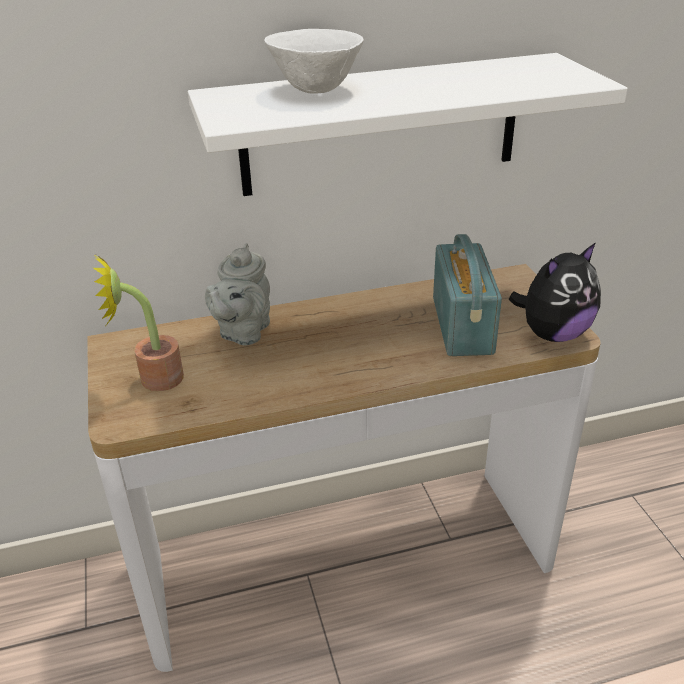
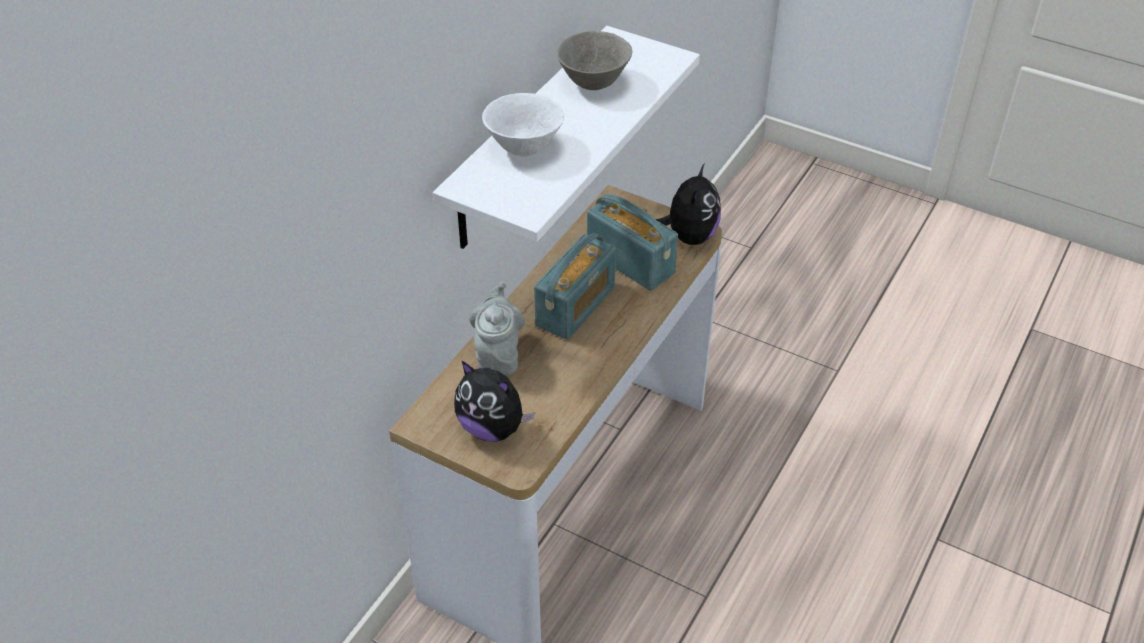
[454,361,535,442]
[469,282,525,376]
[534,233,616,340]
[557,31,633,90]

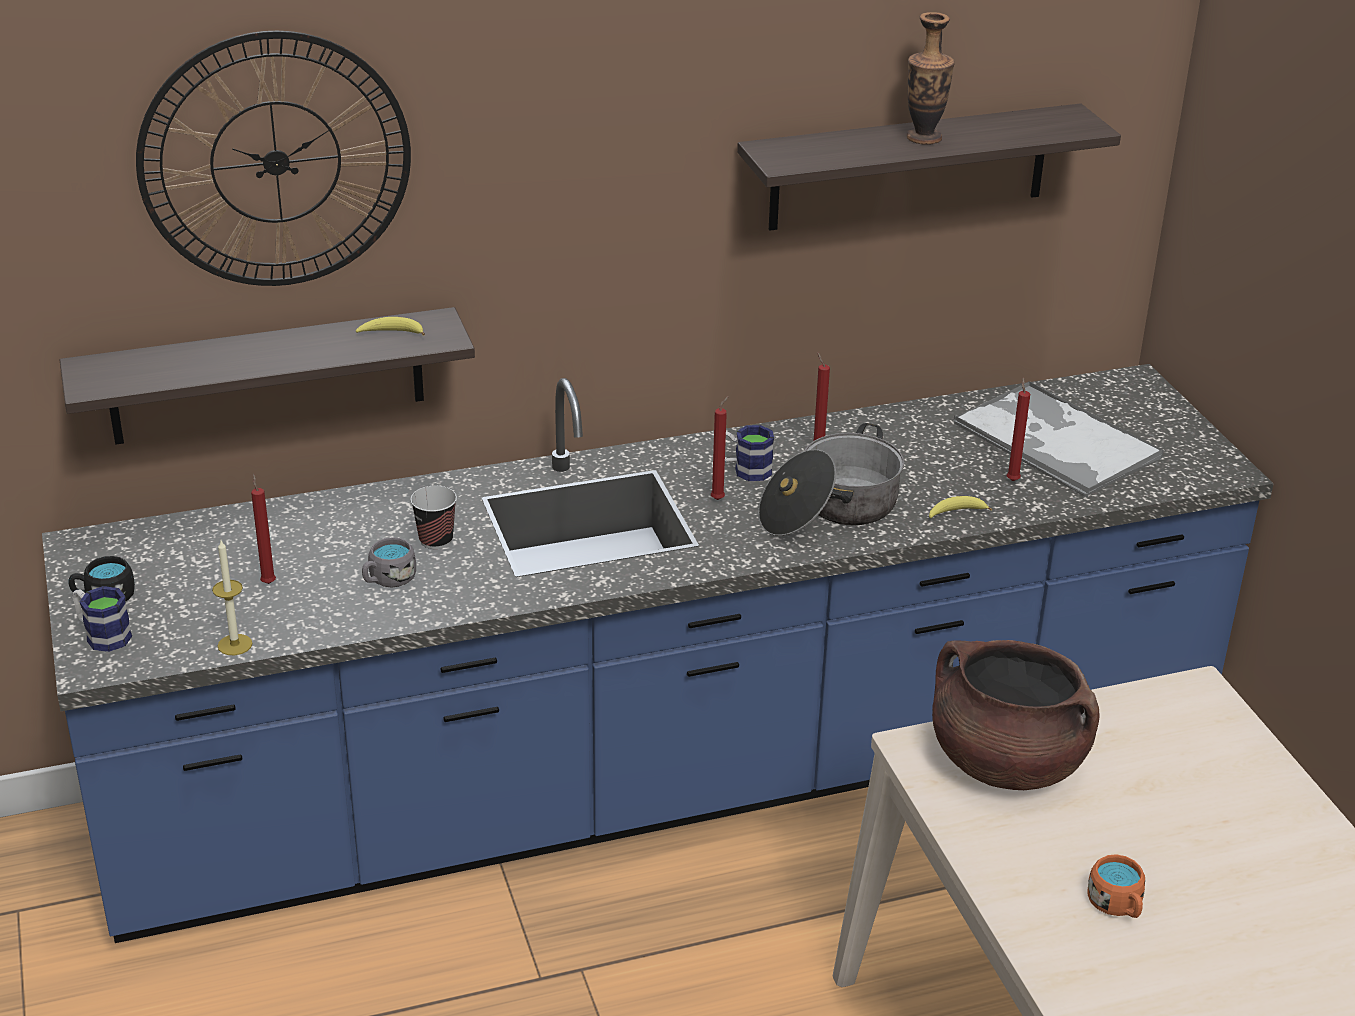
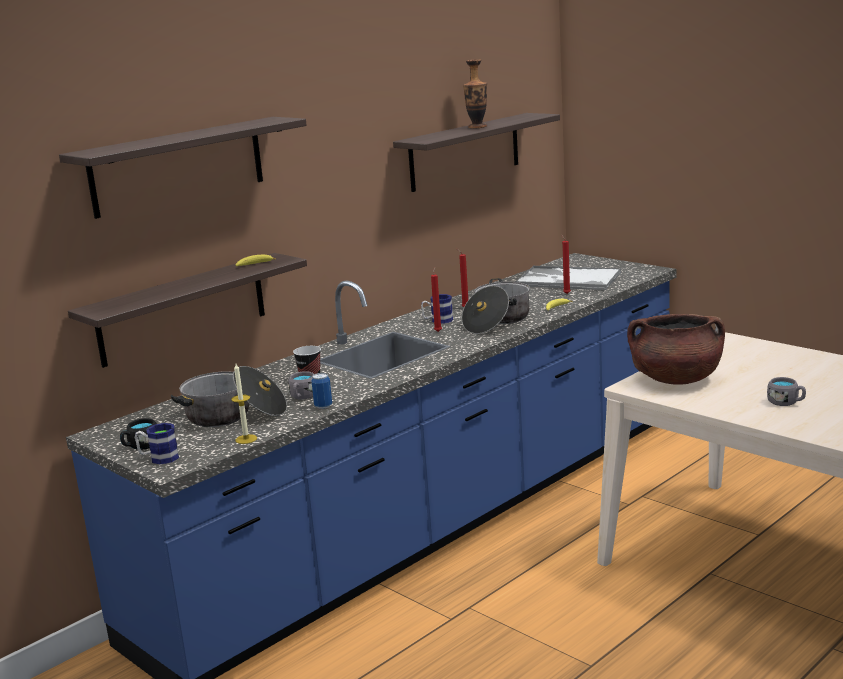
[59,117,307,219]
[171,366,287,427]
[311,373,332,409]
[767,377,806,406]

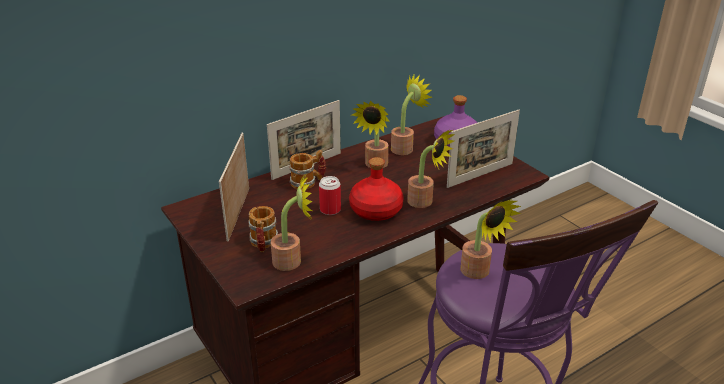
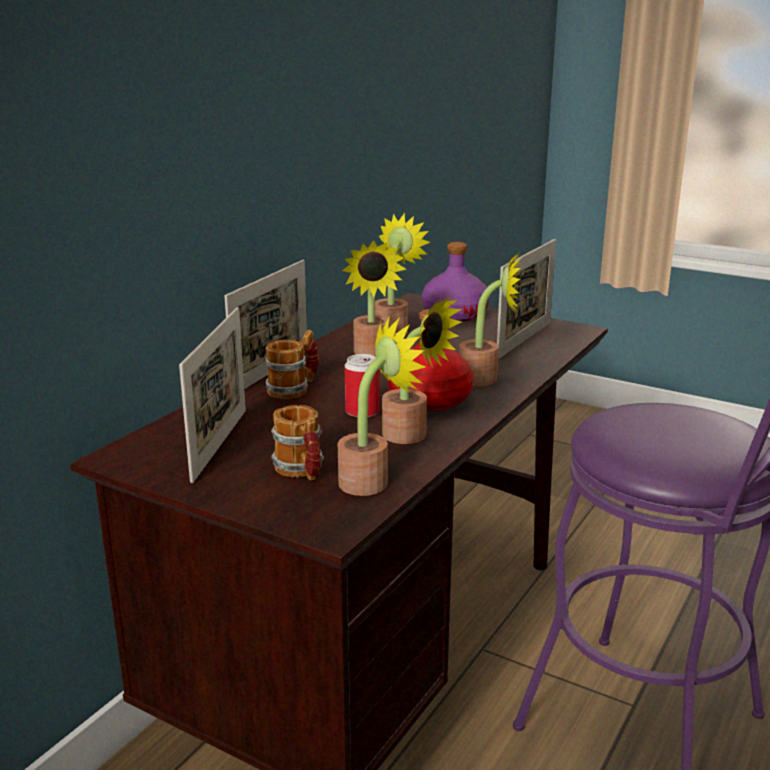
[179,307,246,483]
[382,296,462,444]

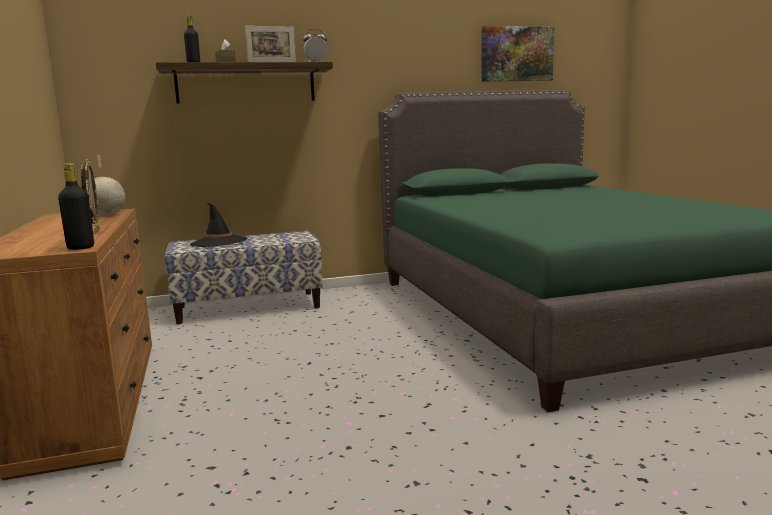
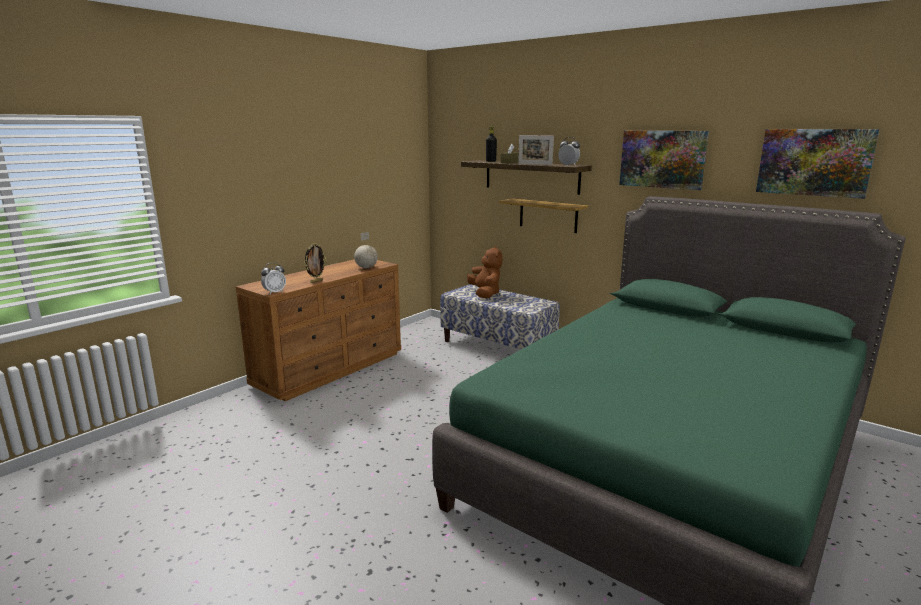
[261,262,286,294]
[467,246,502,298]
[499,199,588,233]
[619,131,709,190]

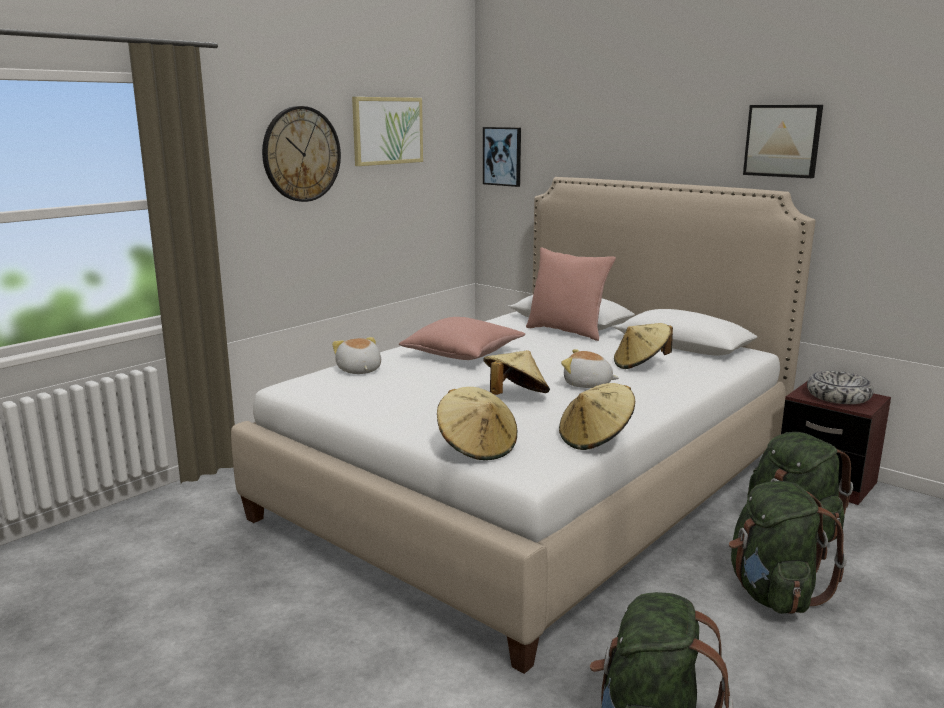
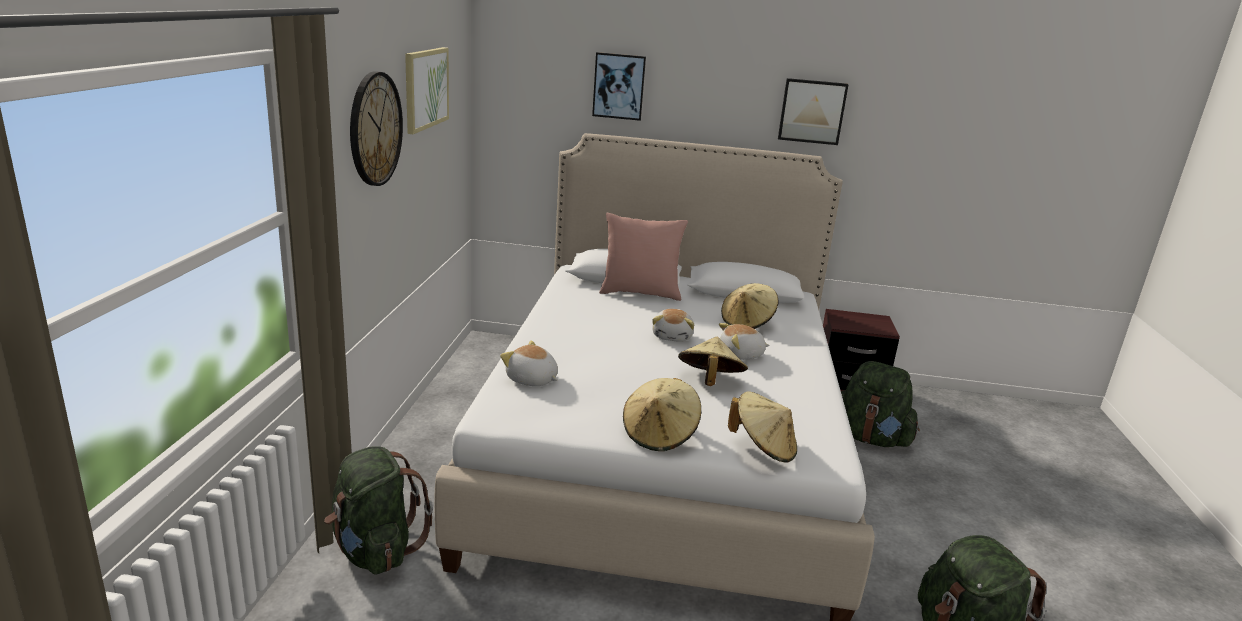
[324,446,433,575]
[592,52,646,121]
[623,378,701,451]
[652,309,694,342]
[399,317,525,360] (first image)
[807,371,874,404] (first image)

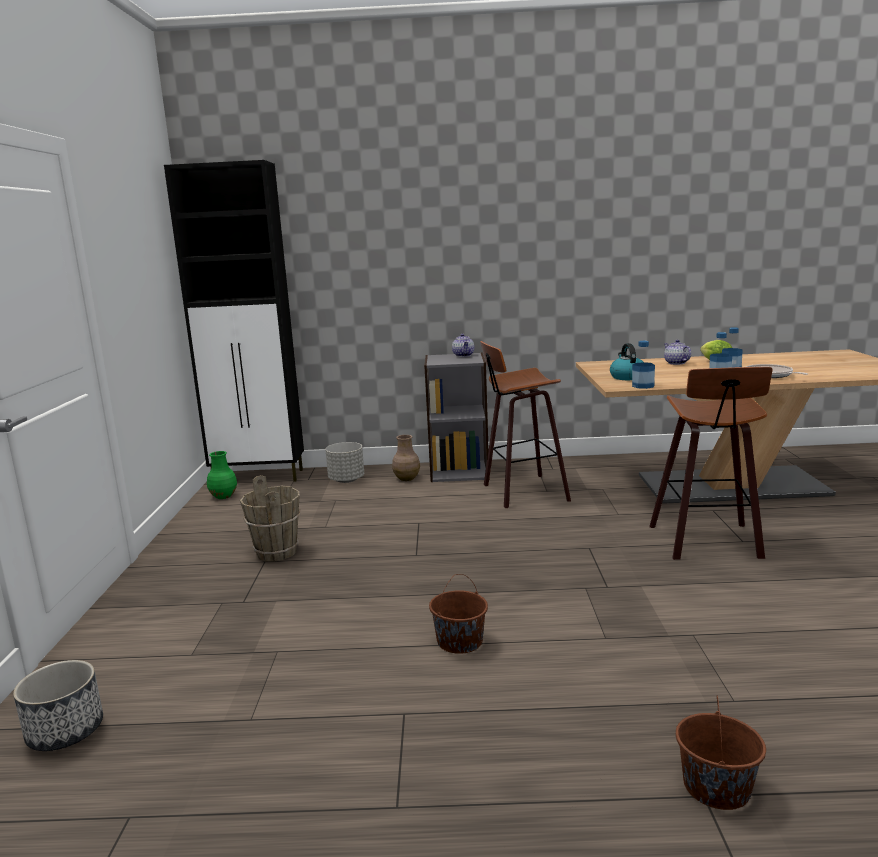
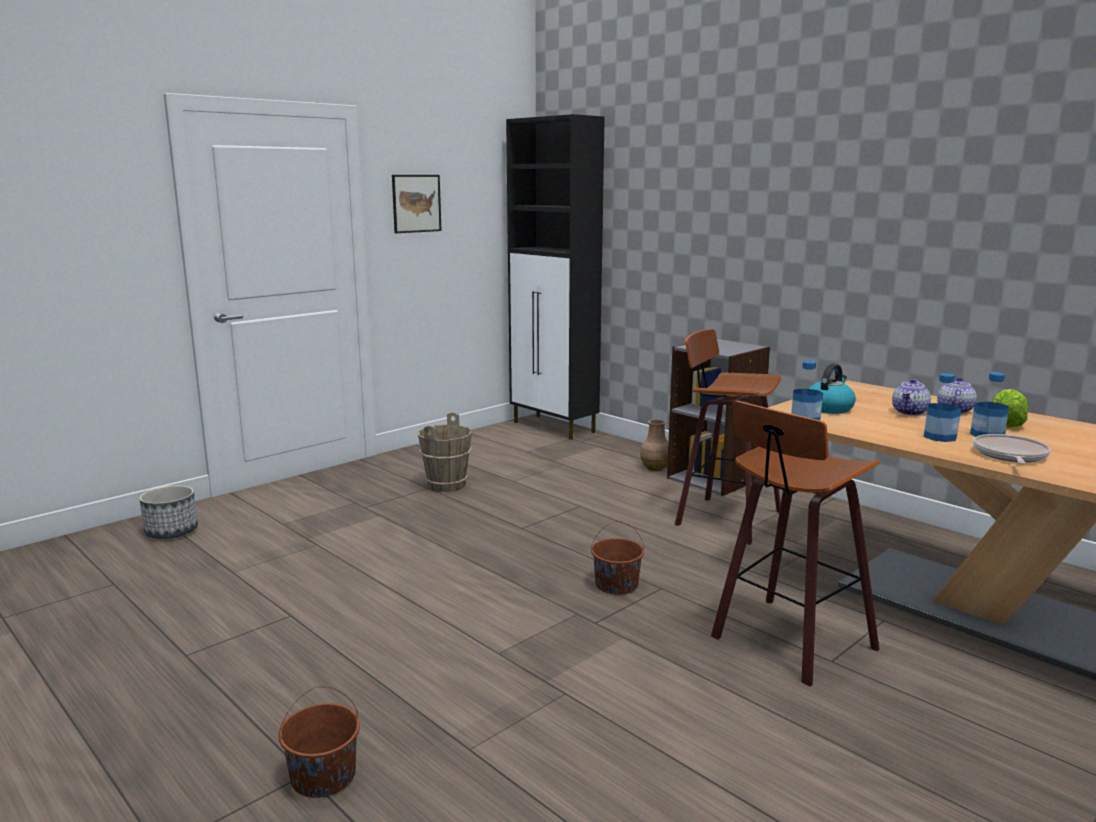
[392,175,442,233]
[591,521,644,595]
[892,378,931,416]
[207,451,237,499] (first image)
[325,442,364,483] (first image)

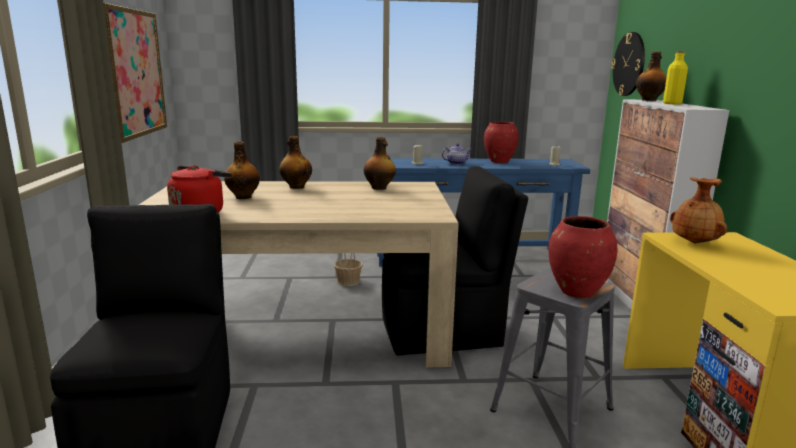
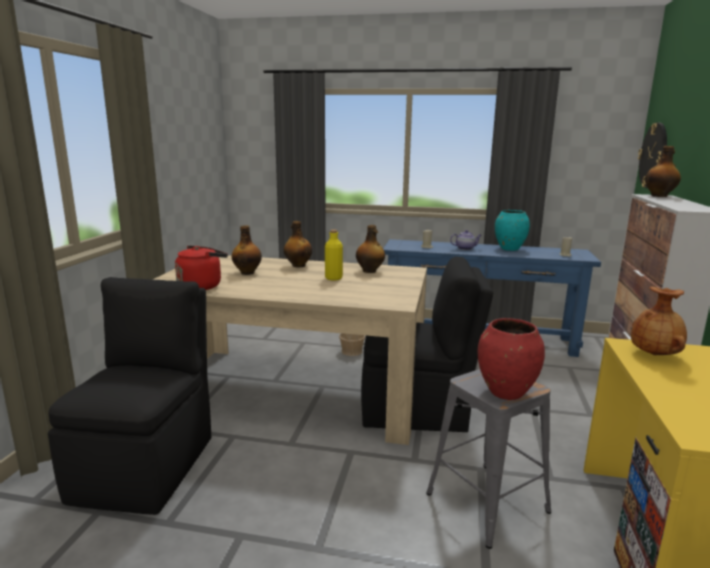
[325,230,343,281]
[495,210,530,251]
[104,3,167,143] (first image)

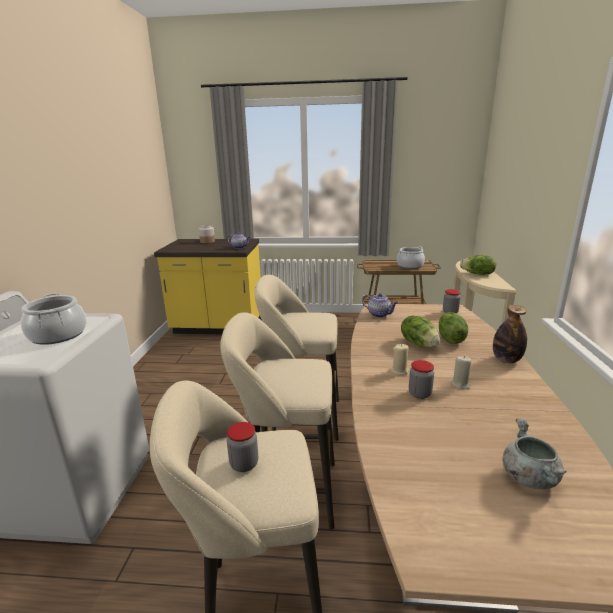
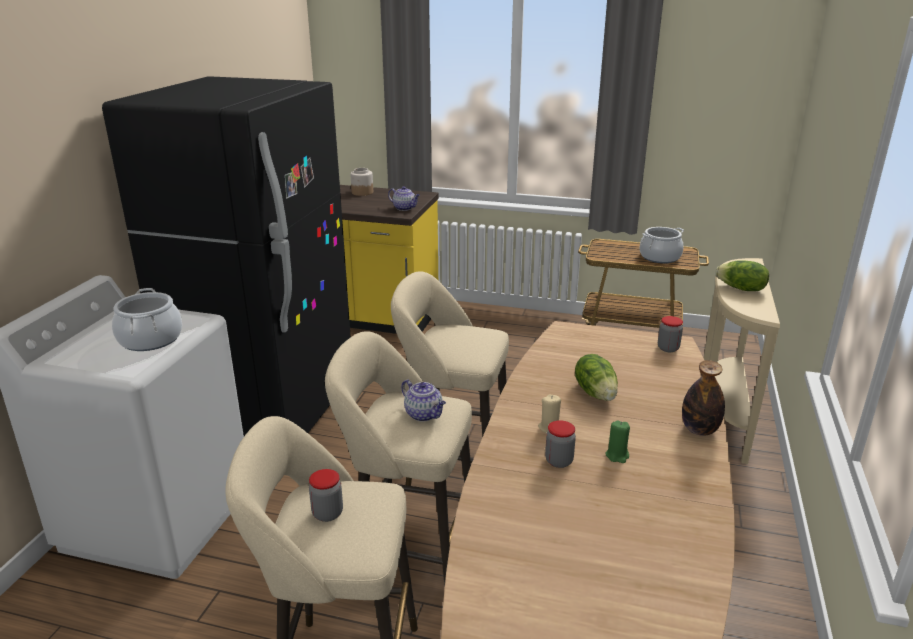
[102,76,351,436]
[401,379,446,421]
[605,420,630,463]
[439,312,468,344] (first image)
[502,419,567,489] (first image)

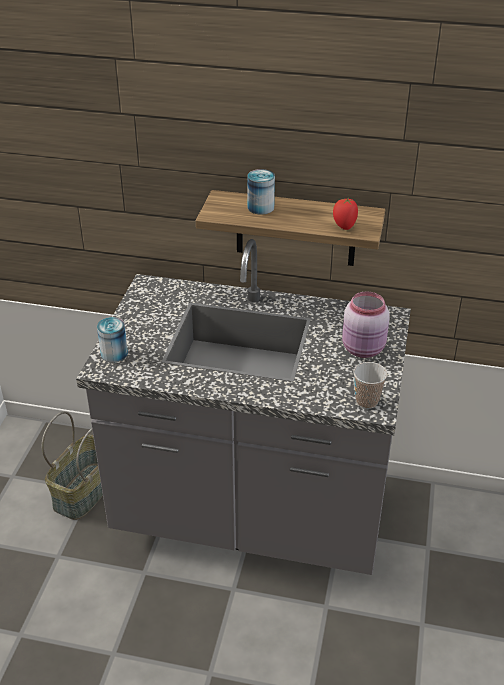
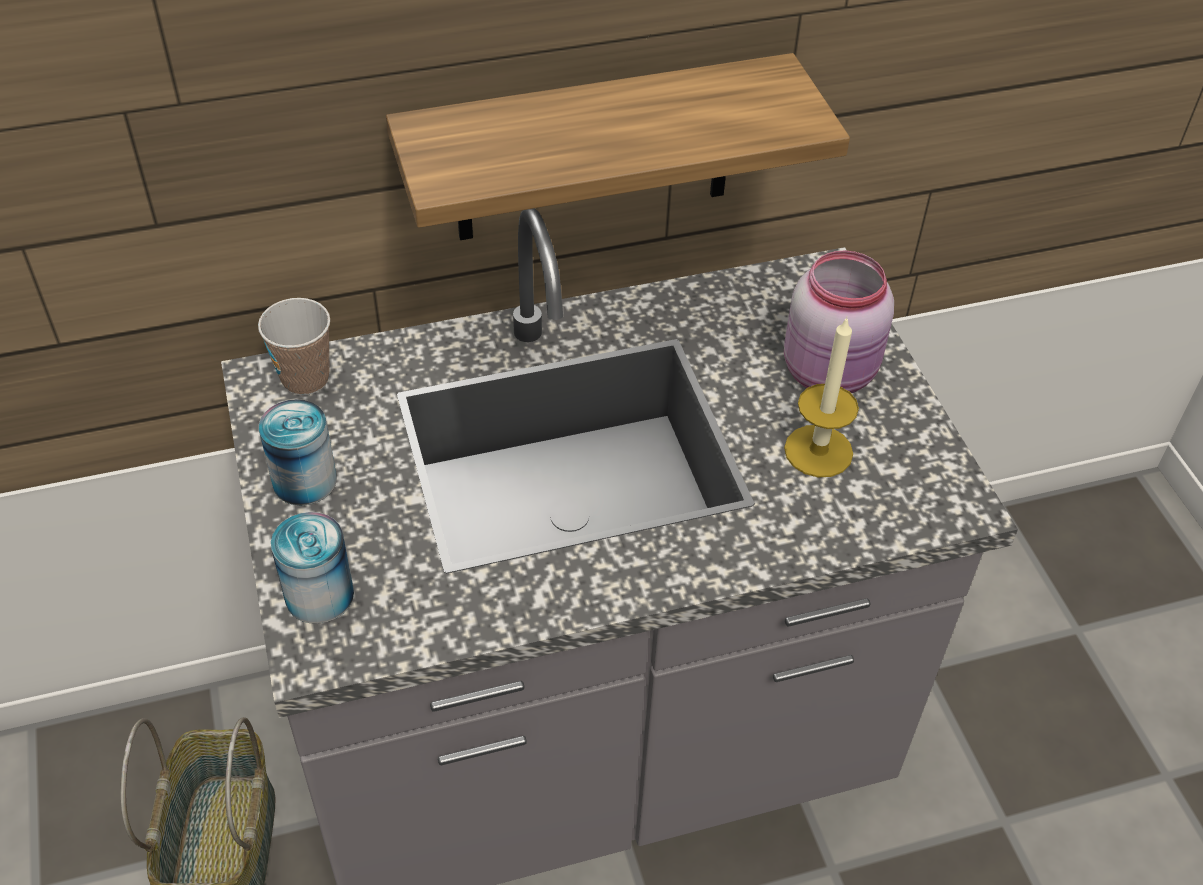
[258,298,330,395]
[259,399,337,505]
[784,316,859,477]
[333,199,358,230] (first image)

